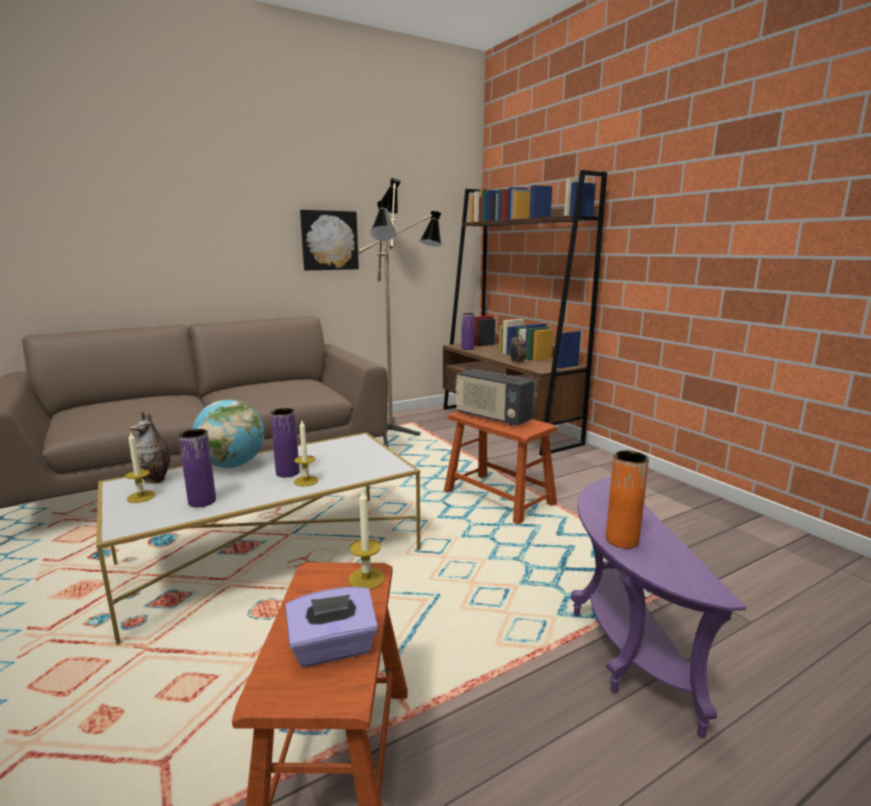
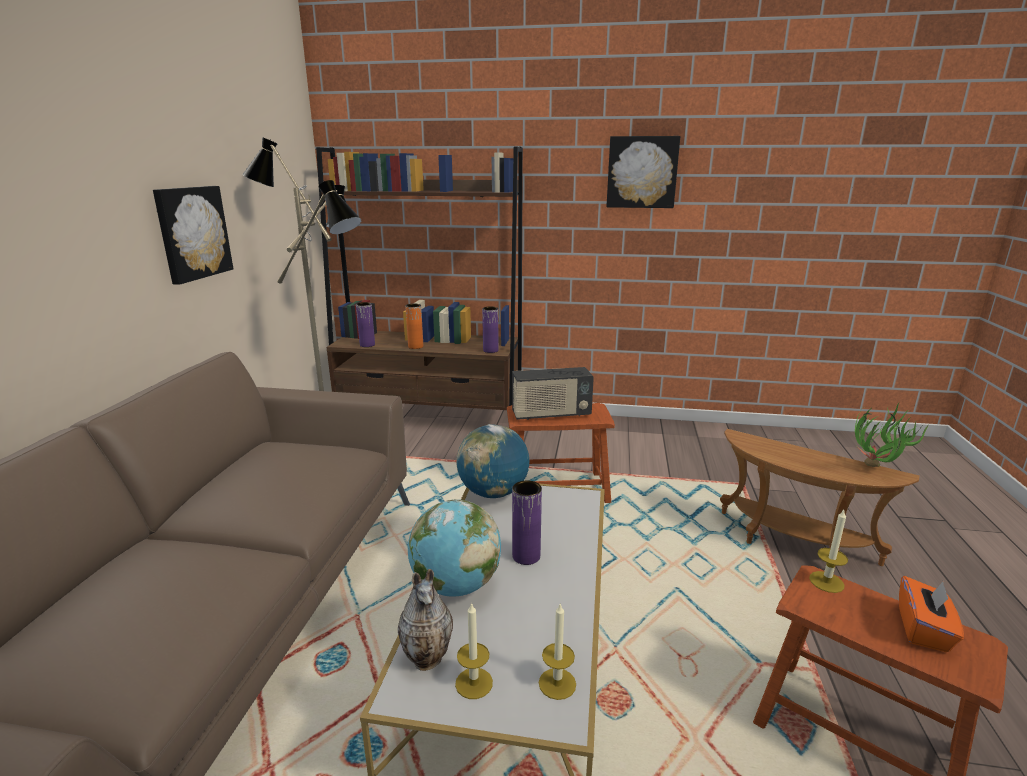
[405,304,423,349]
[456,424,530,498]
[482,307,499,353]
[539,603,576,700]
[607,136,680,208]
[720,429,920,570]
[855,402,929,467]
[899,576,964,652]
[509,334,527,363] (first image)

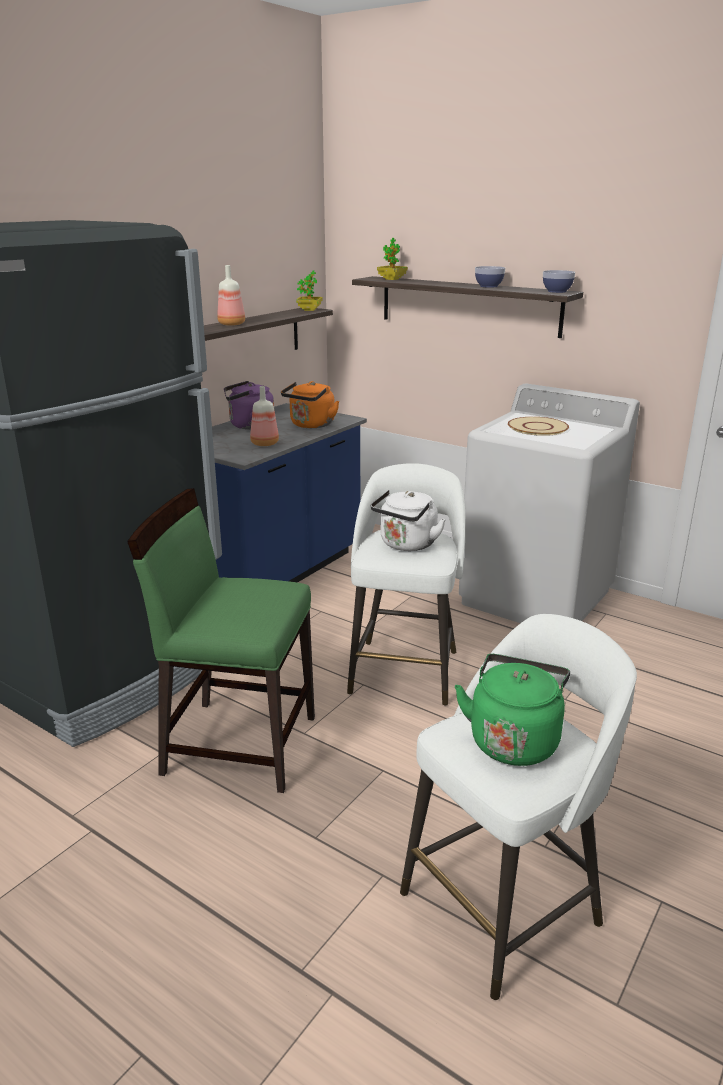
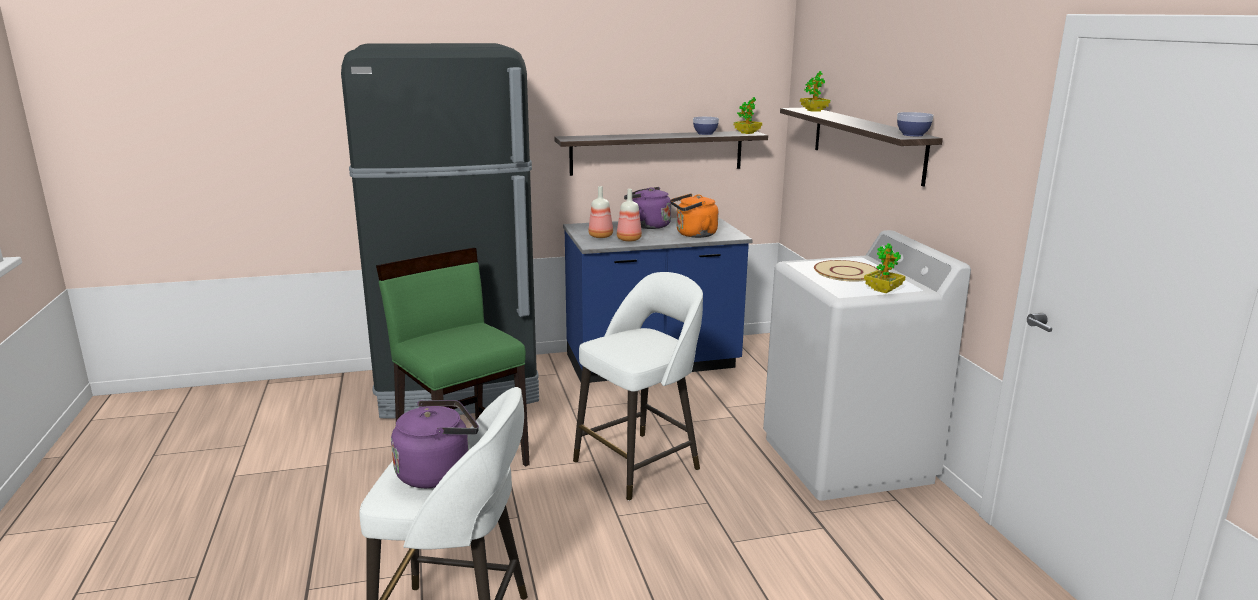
[391,400,479,488]
[588,186,613,238]
[693,117,719,135]
[864,243,906,293]
[371,490,446,551] (first image)

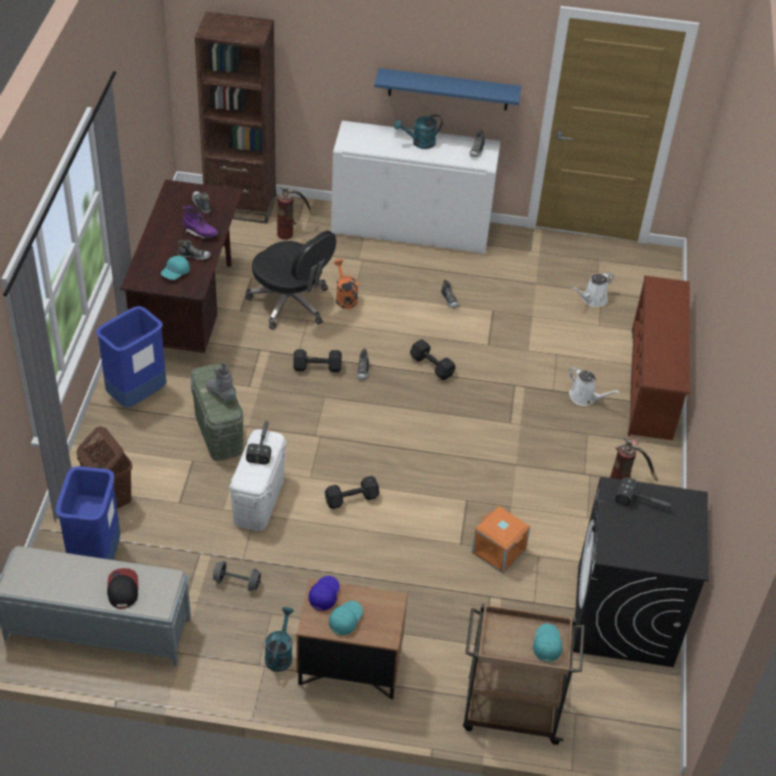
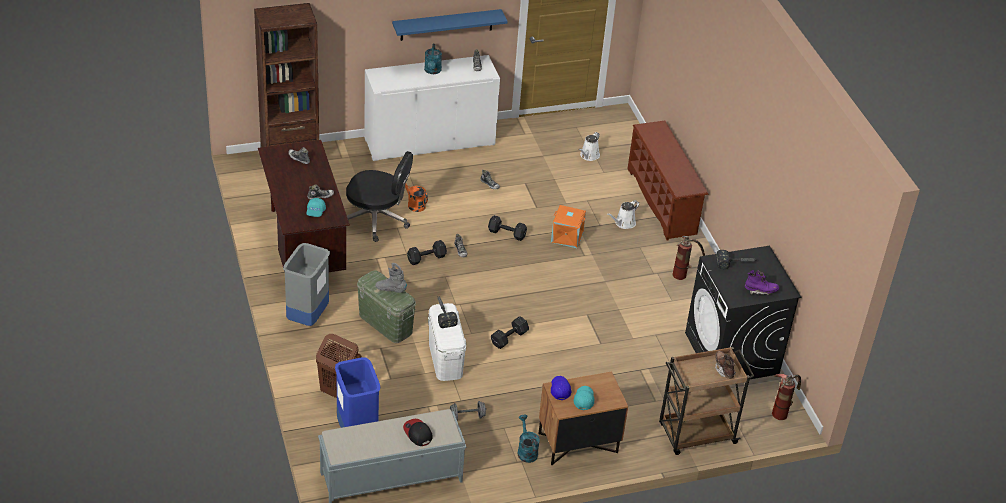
[283,243,330,326]
[424,44,442,74]
[551,205,586,248]
[607,200,639,229]
[715,351,736,379]
[745,270,779,295]
[772,374,801,420]

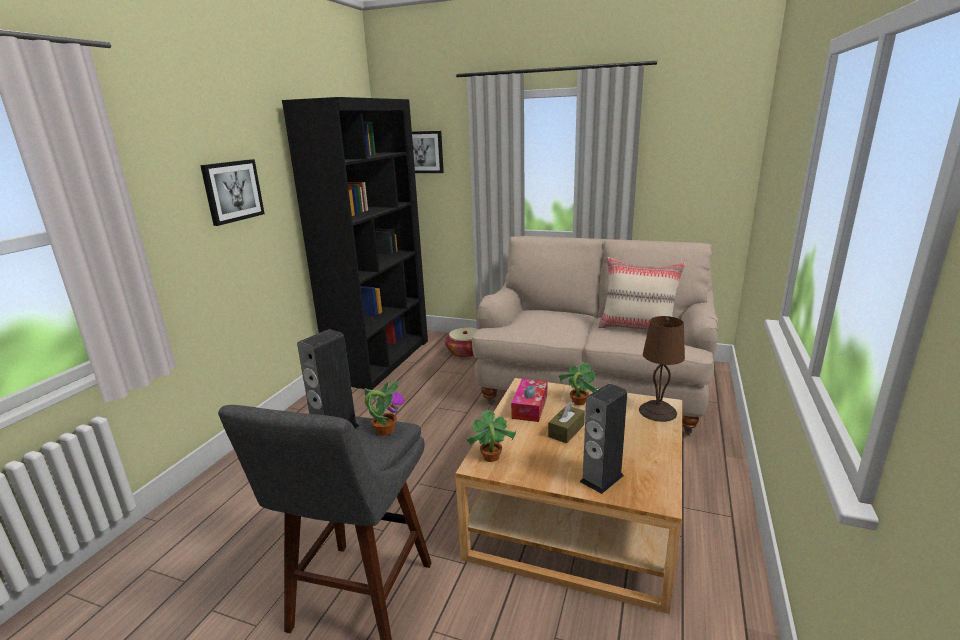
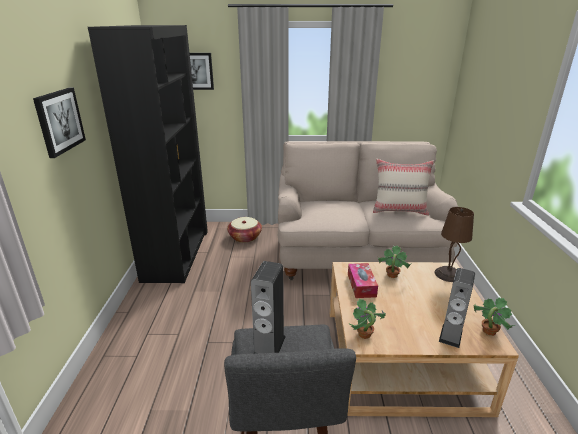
[474,297,515,336]
[548,401,585,443] (first image)

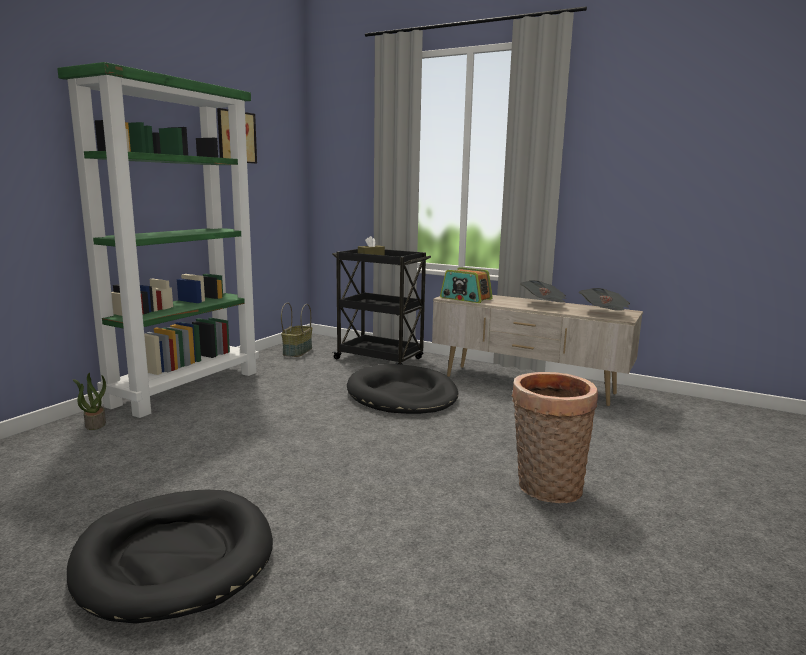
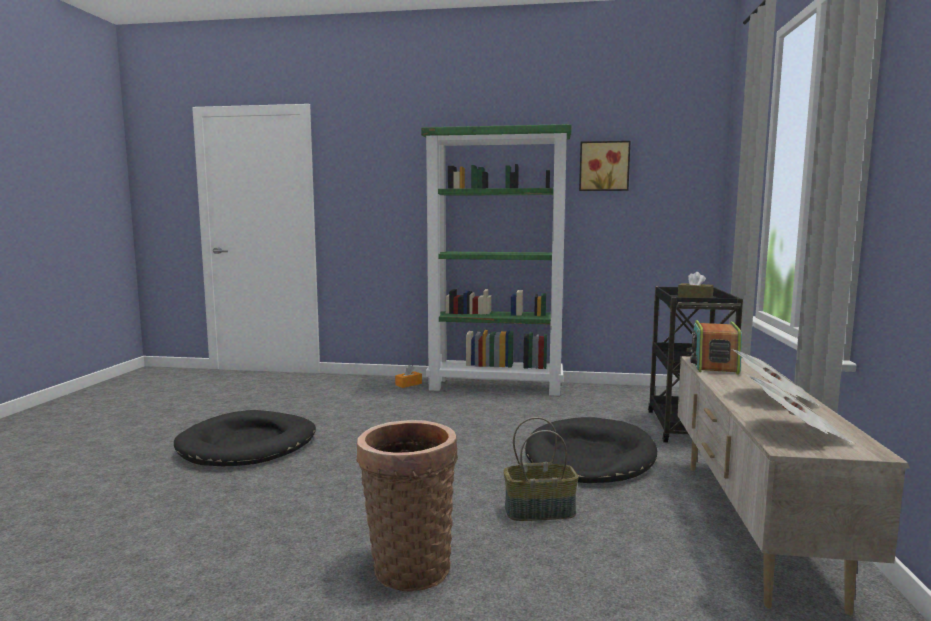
[395,365,422,388]
[504,417,579,521]

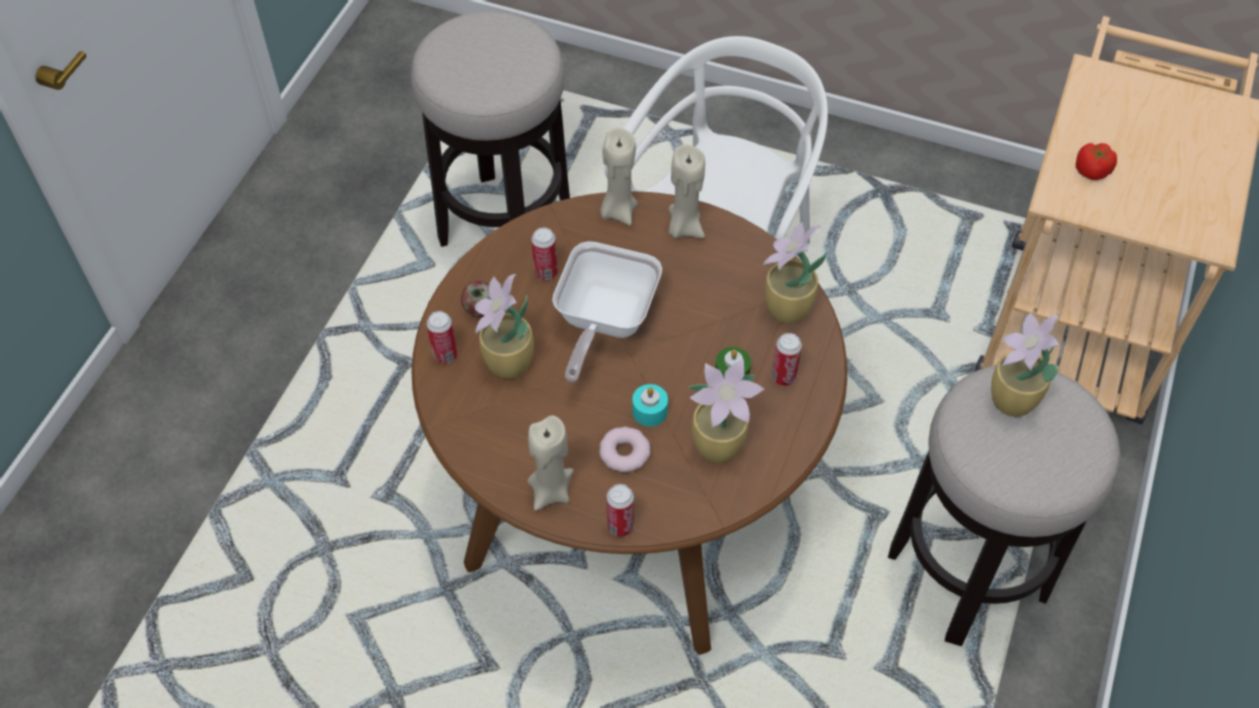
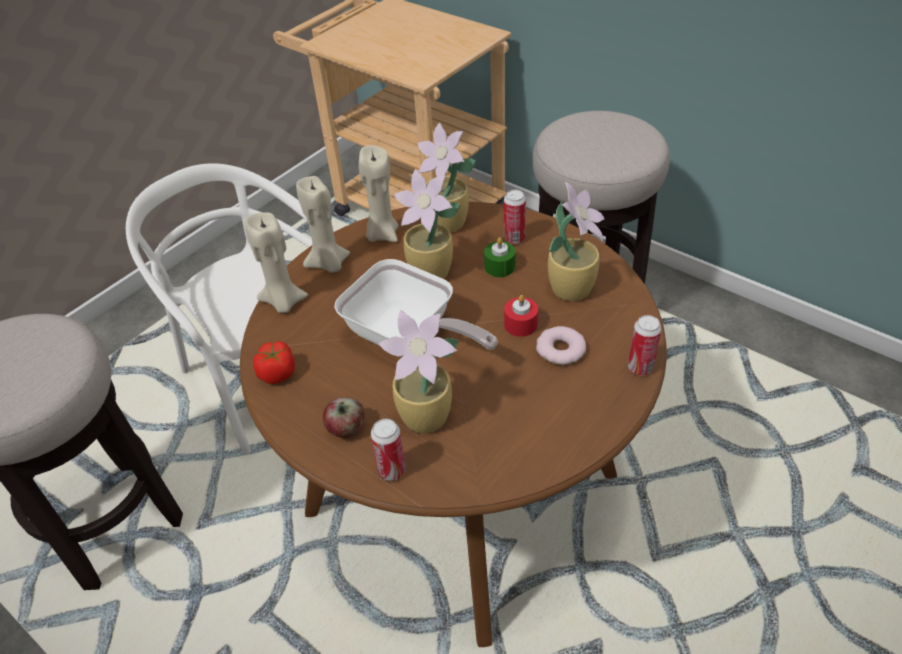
[253,341,295,384]
[359,145,398,242]
[394,169,460,279]
[504,295,538,337]
[531,227,558,280] (first image)

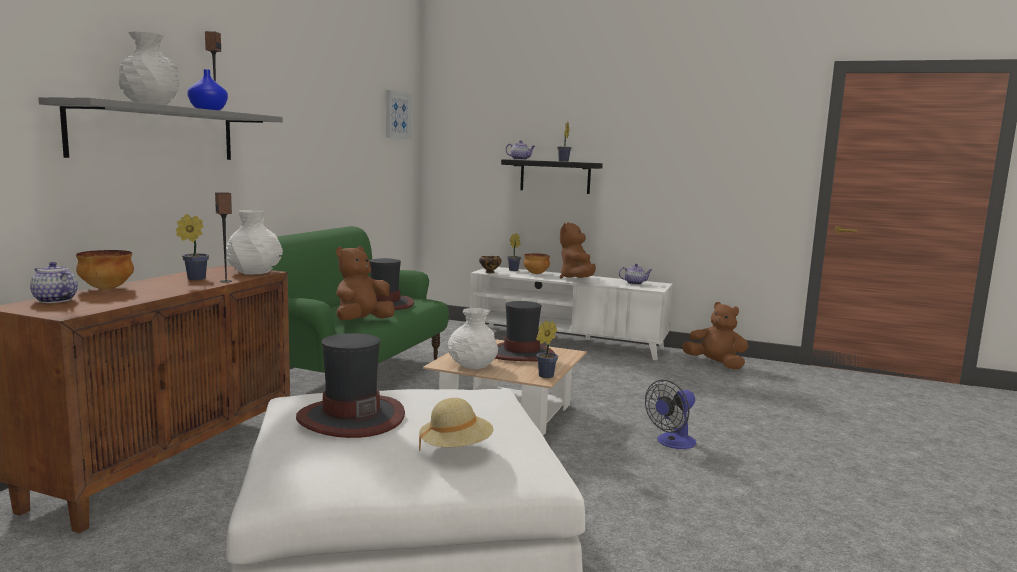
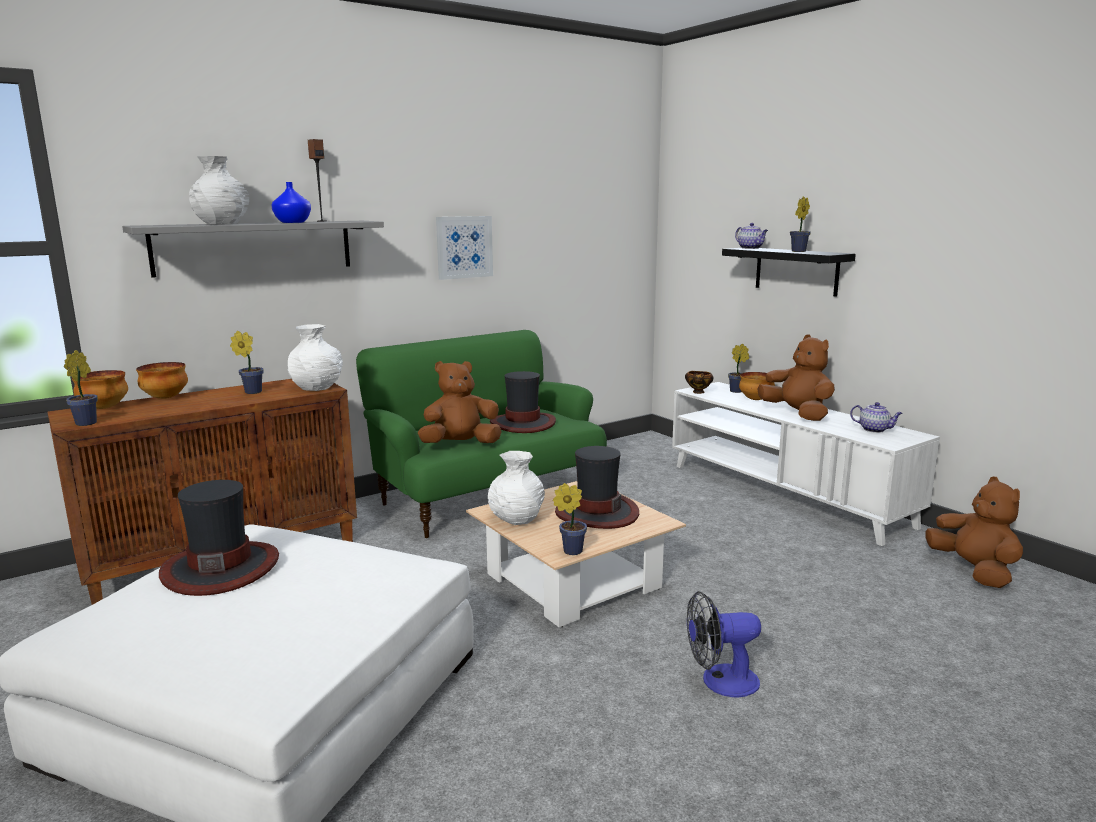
[64,350,98,426]
[72,370,128,409]
[436,216,493,280]
[758,334,835,421]
[215,192,232,282] (first image)
[419,398,493,452] (first image)

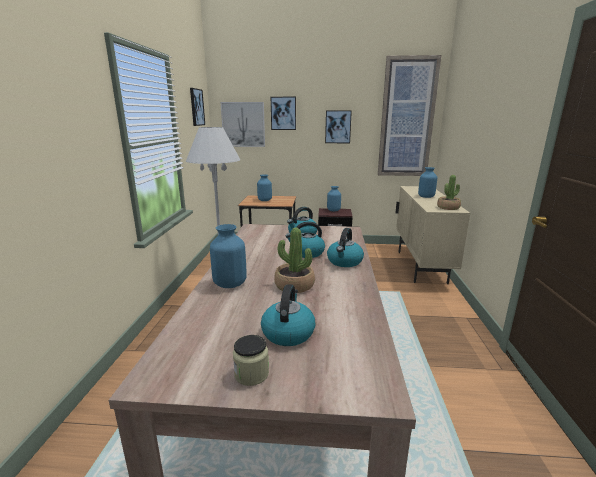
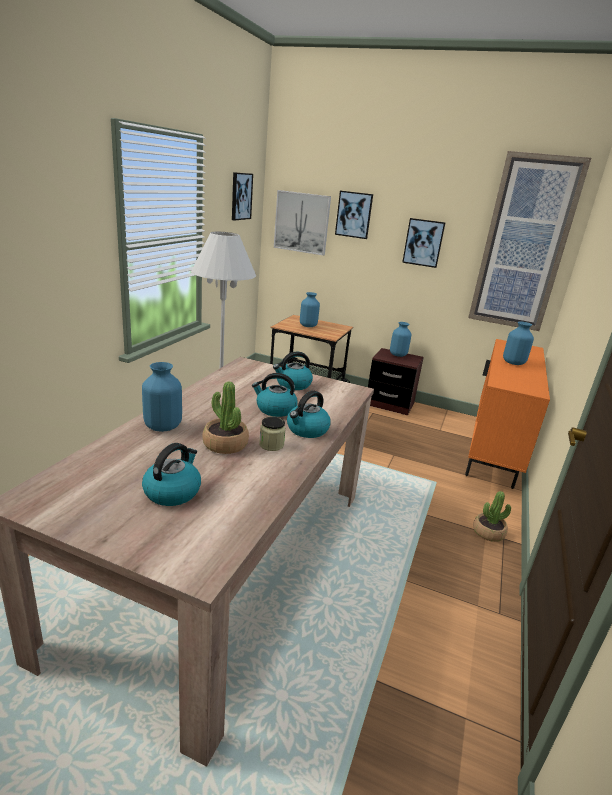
[259,417,286,451]
[465,339,550,489]
[473,491,511,542]

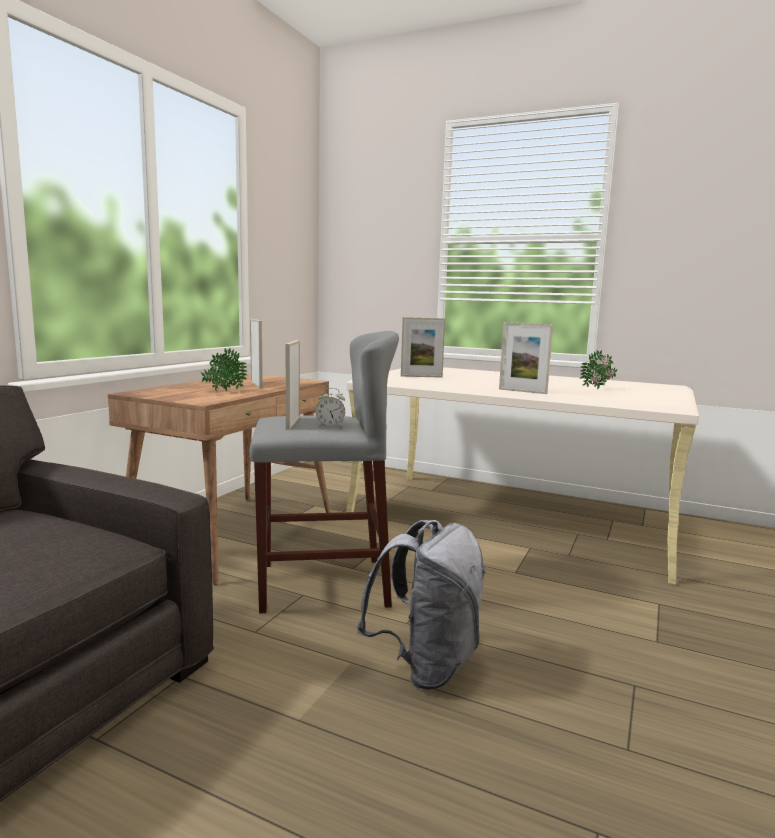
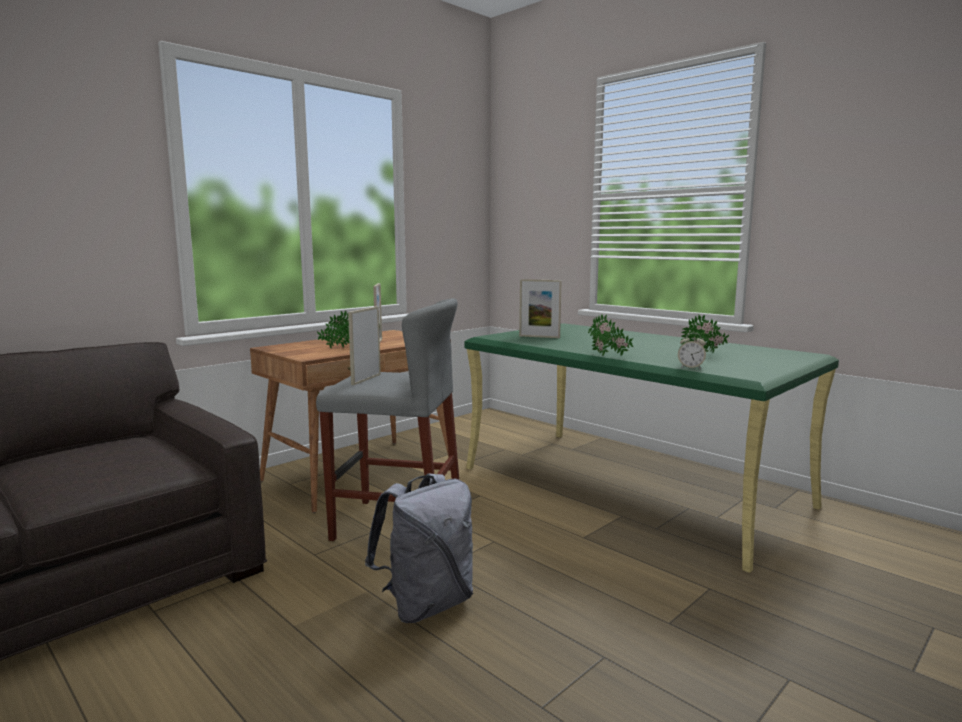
[464,323,839,573]
[588,314,633,356]
[678,333,706,369]

